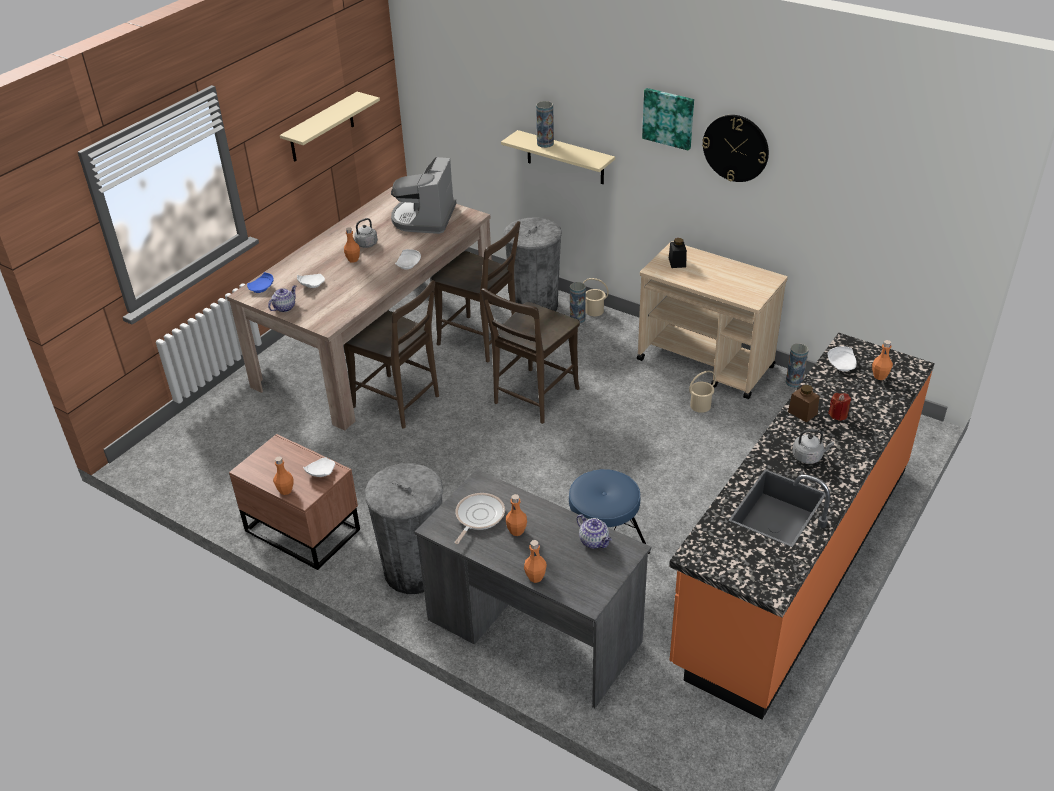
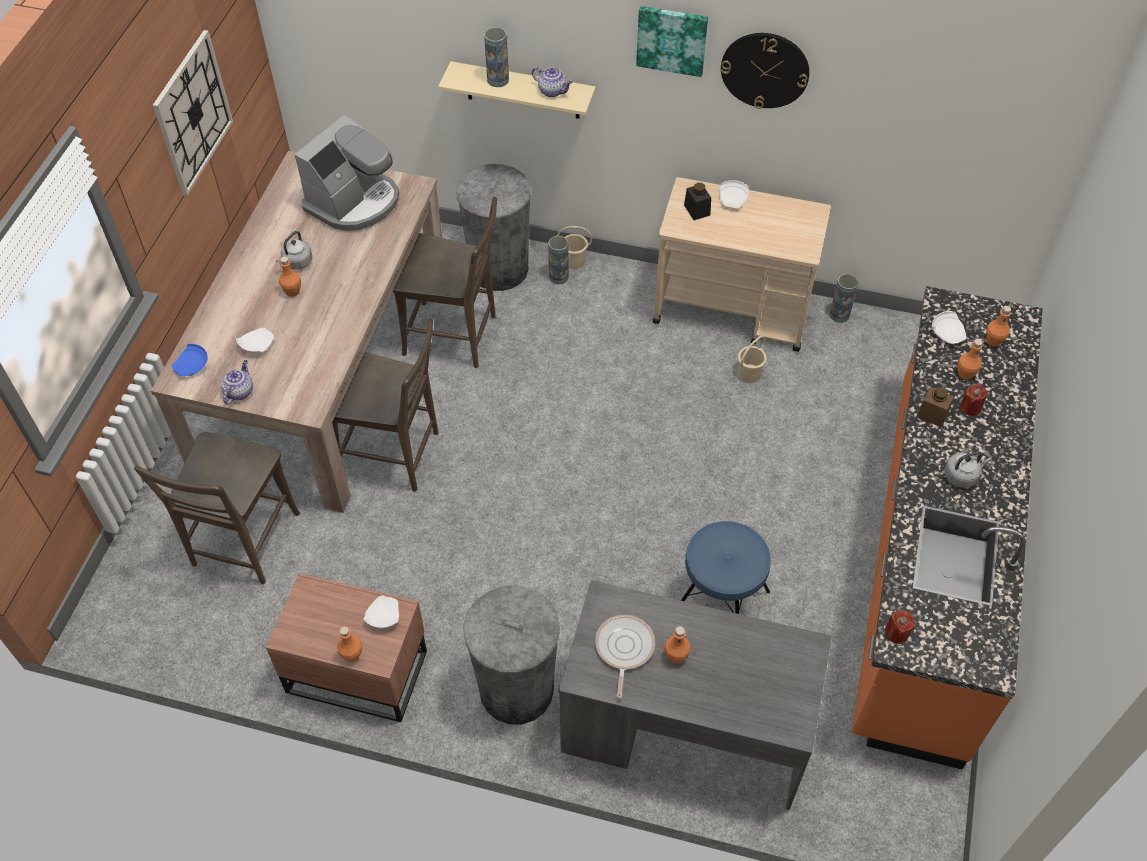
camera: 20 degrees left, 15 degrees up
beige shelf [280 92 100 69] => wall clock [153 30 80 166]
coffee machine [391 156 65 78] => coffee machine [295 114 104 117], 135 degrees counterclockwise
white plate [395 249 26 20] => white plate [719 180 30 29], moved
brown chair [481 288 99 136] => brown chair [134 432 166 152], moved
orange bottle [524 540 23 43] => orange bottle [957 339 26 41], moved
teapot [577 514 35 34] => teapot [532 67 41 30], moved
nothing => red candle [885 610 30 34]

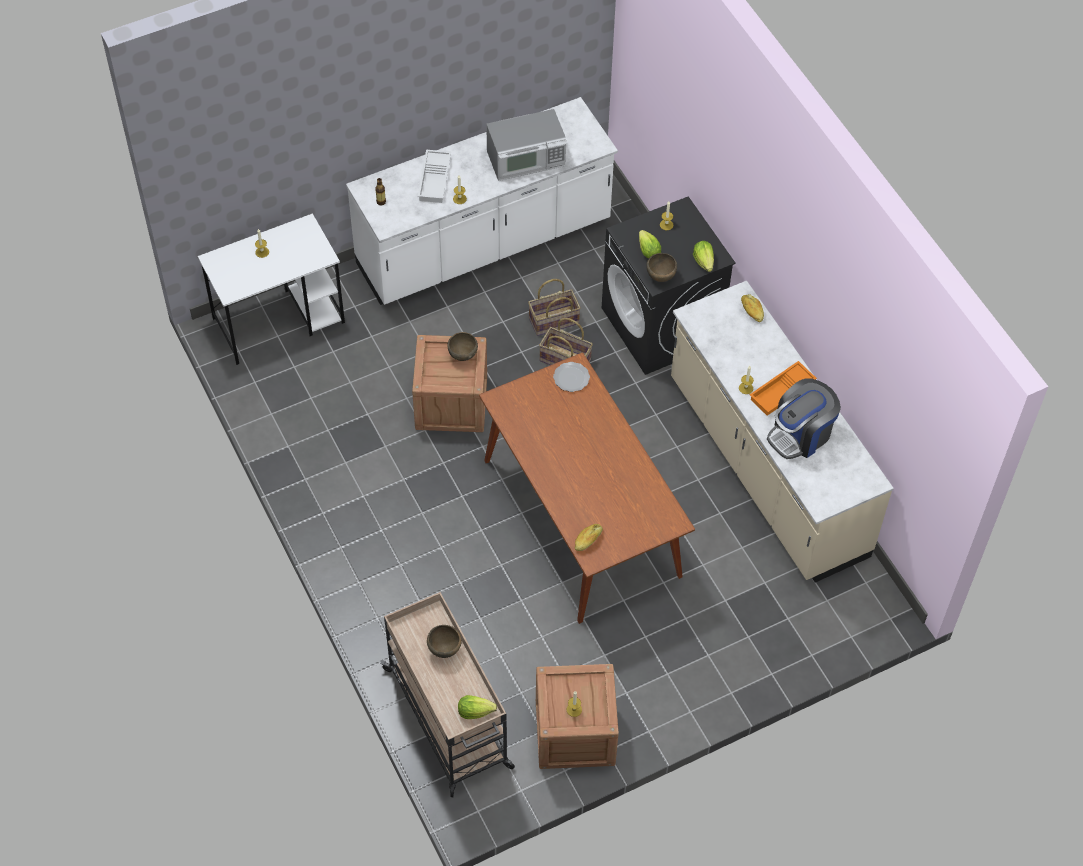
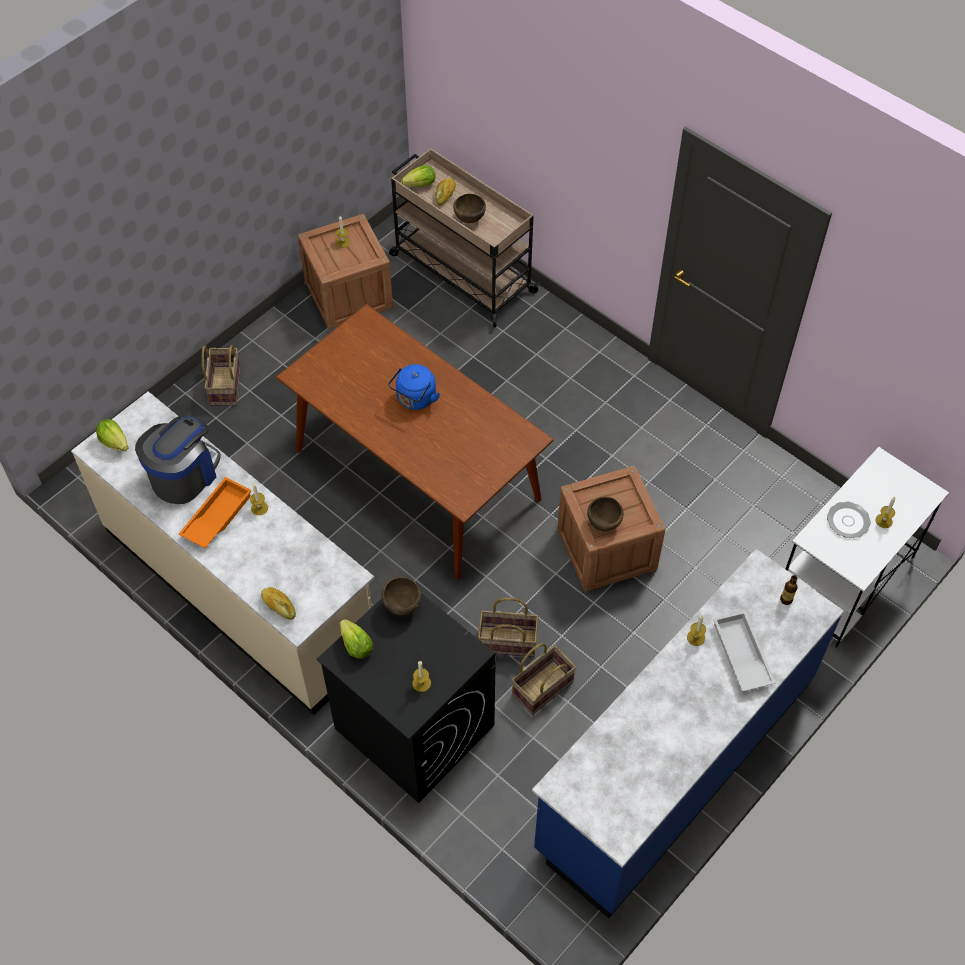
camera: 160 degrees right, 0 degrees up
white counter [346 97 272 208] => blue counter [532 549 312 369]
microwave [486 109 80 72] => nothing
plate [553 362 37 30] => plate [827 501 44 37], moved
bread [575 524 28 27] => bread [435 178 21 28], moved
lettuce [639 230 22 29] => lettuce [96 419 33 32], moved
nothing => basket [201 345 40 61]
nothing => blue kettle [388 364 52 46]

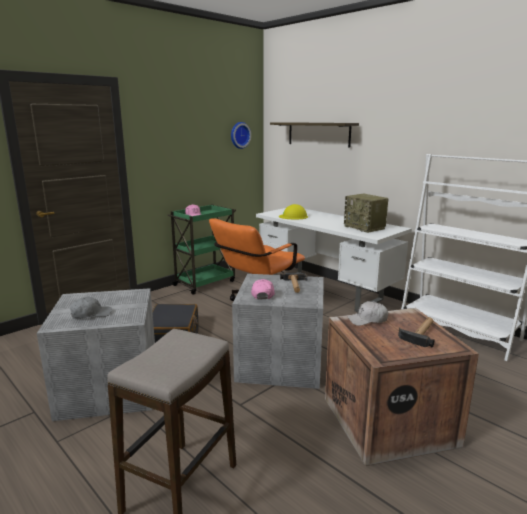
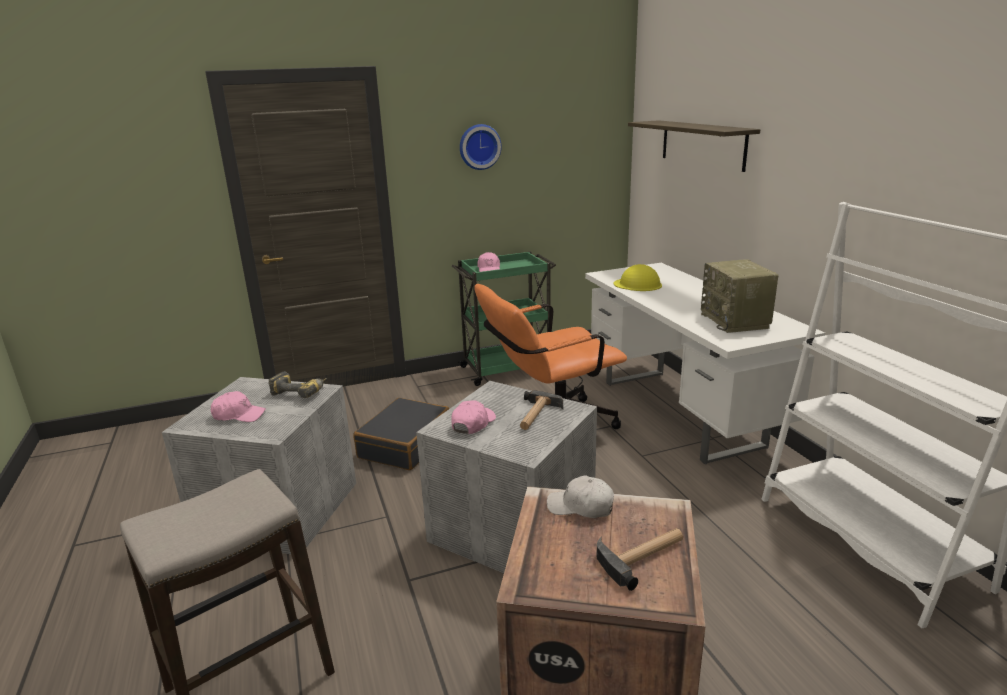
camera: 25 degrees right, 5 degrees up
grey cap [70 296 42 23] => pink cap [211 391 55 31]
wall clock [231 122 20 27] => wall clock [460 124 42 46], moved
nothing => power drill [268 371 59 27]

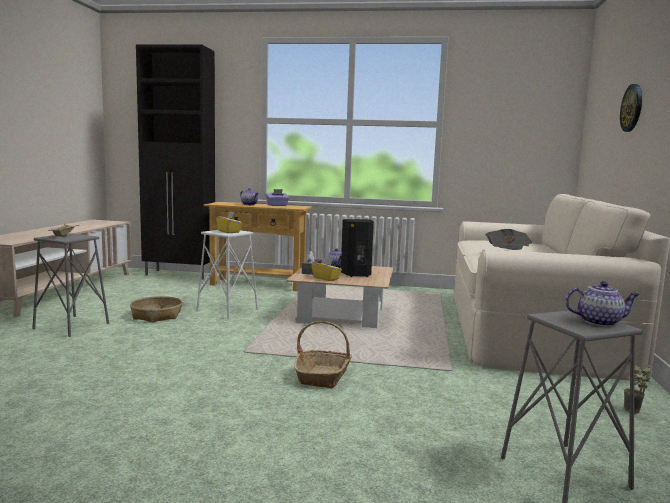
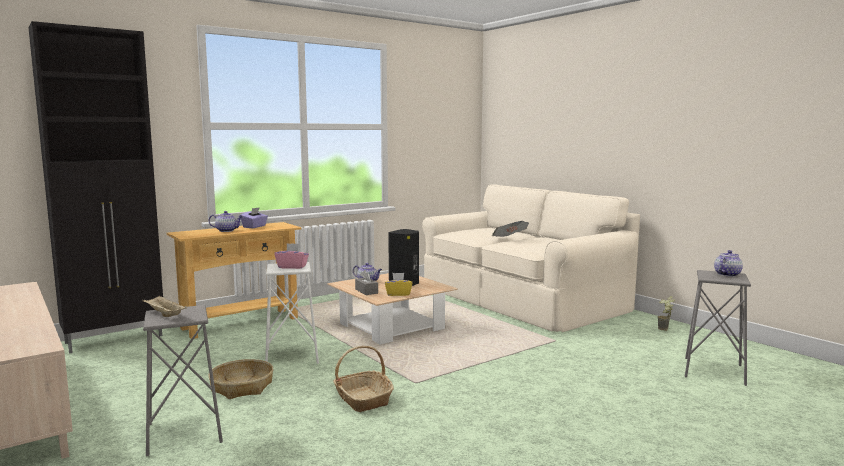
camera: 45 degrees left, 0 degrees up
yellow tissue box [216 211 26 22] => pink tissue box [274 243 35 26]
basket [294 321 58 67] => basket [333 346 61 66], moved
wall clock [620 84 22 48] => nothing

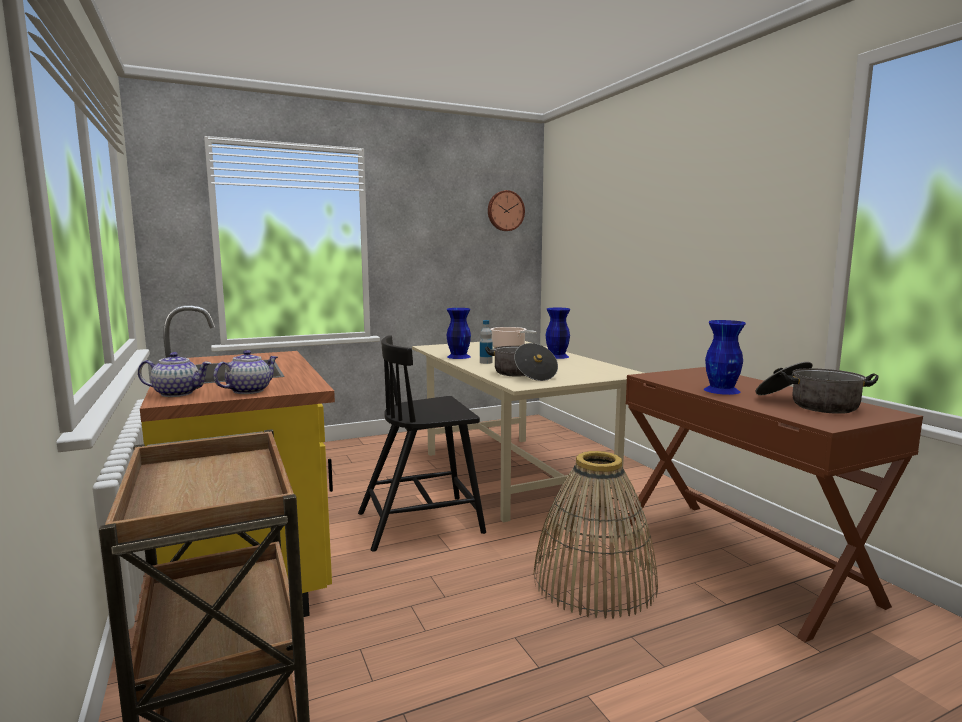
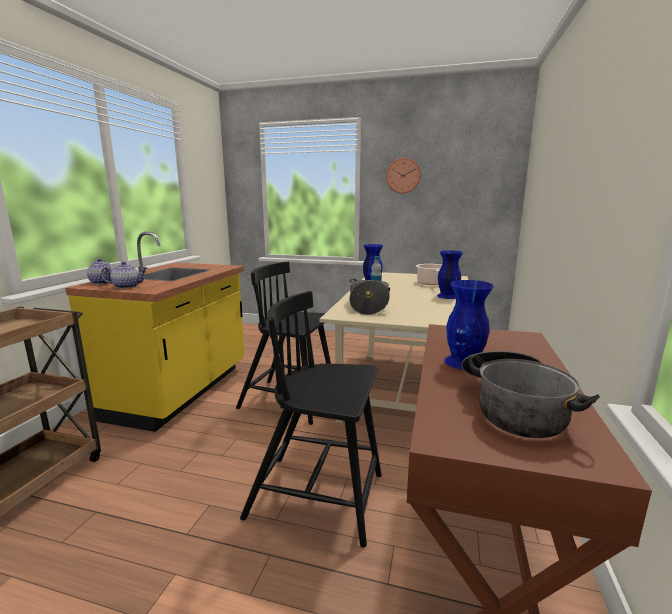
camera: 40 degrees right, 5 degrees up
wall clock [488 190 37 41] => wall clock [386 158 35 36], moved
basket [534 451 124 168] => black chair [240 291 142 257]

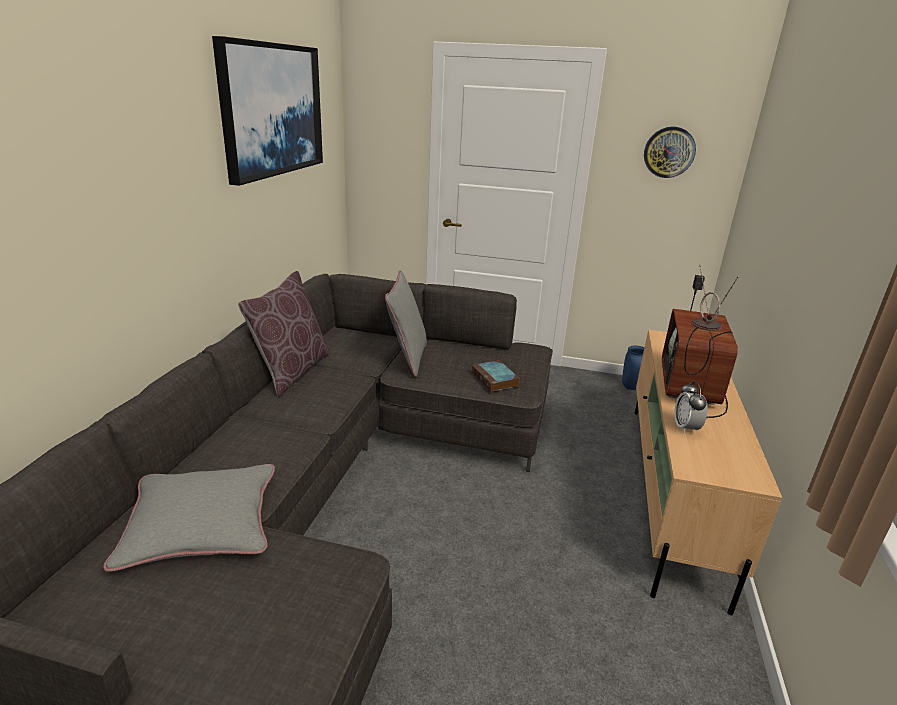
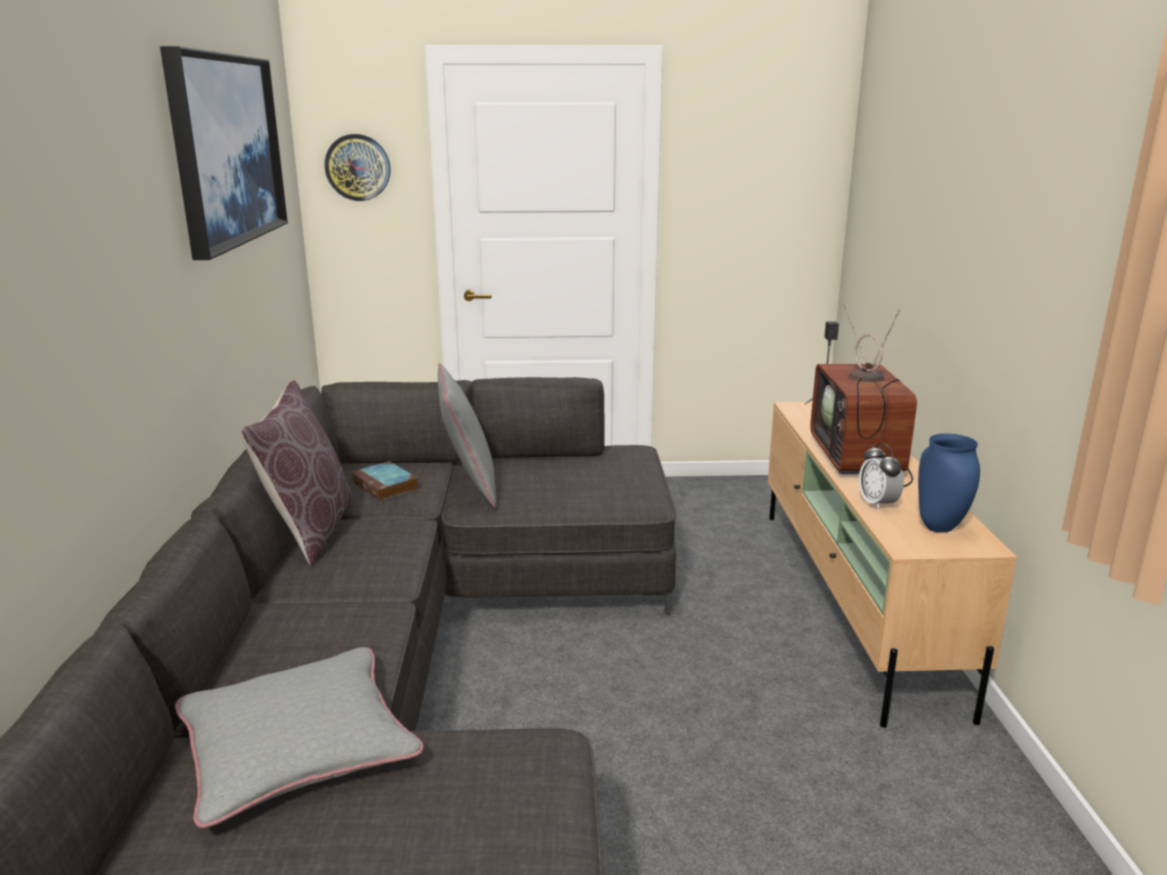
camera: 15 degrees left, 5 degrees down
book [472 360 48 32] => book [351 461 67 40], moved
blue vase [622 346 23 44] => blue vase [918 434 62 99], moved
wall clock [644 127 52 51] => wall clock [325 134 65 67], moved

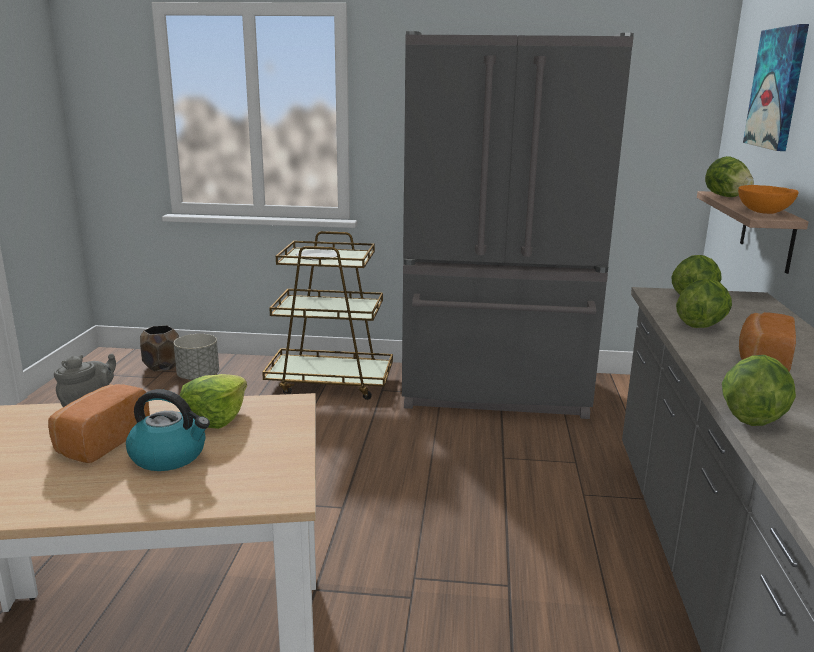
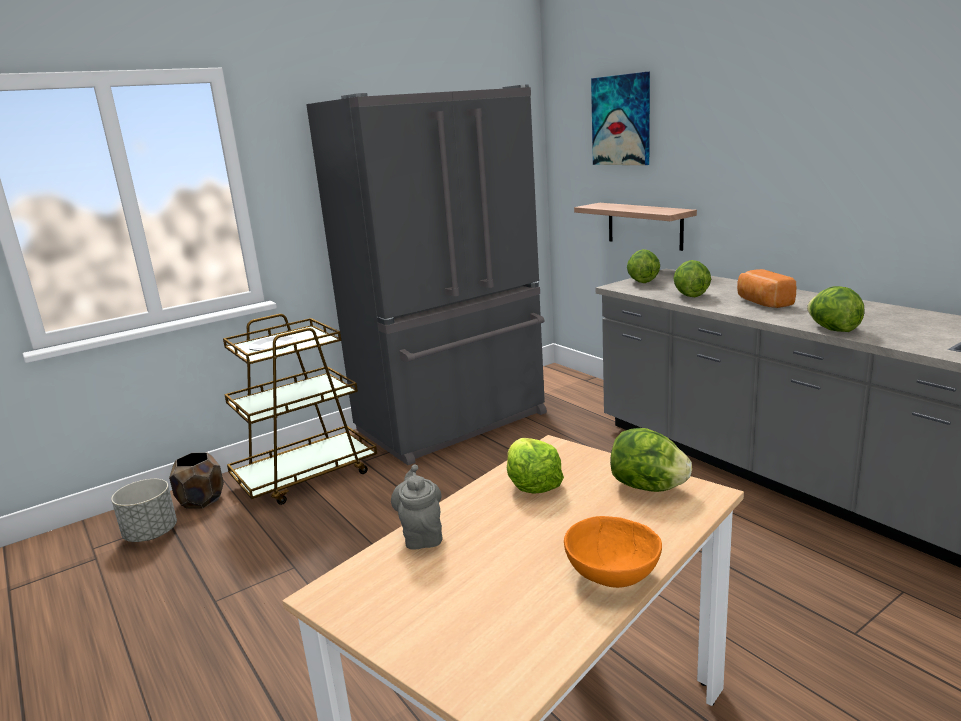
camera: 40 degrees left, 0 degrees up
bread [48 384 102 79] => nothing
kettle [126 389 84 82] => nothing
brown planter [140 326 39 45] => brown planter [169 453 55 56], moved
lettuce [705 156 49 41] => lettuce [610 428 82 64], moved
orange bowl [738 185 61 29] => orange bowl [564 516 98 72], moved

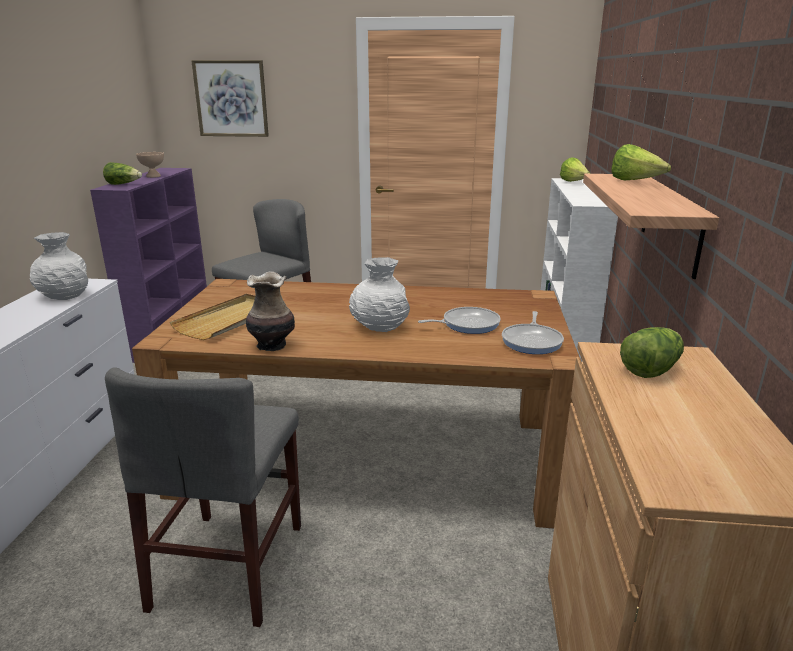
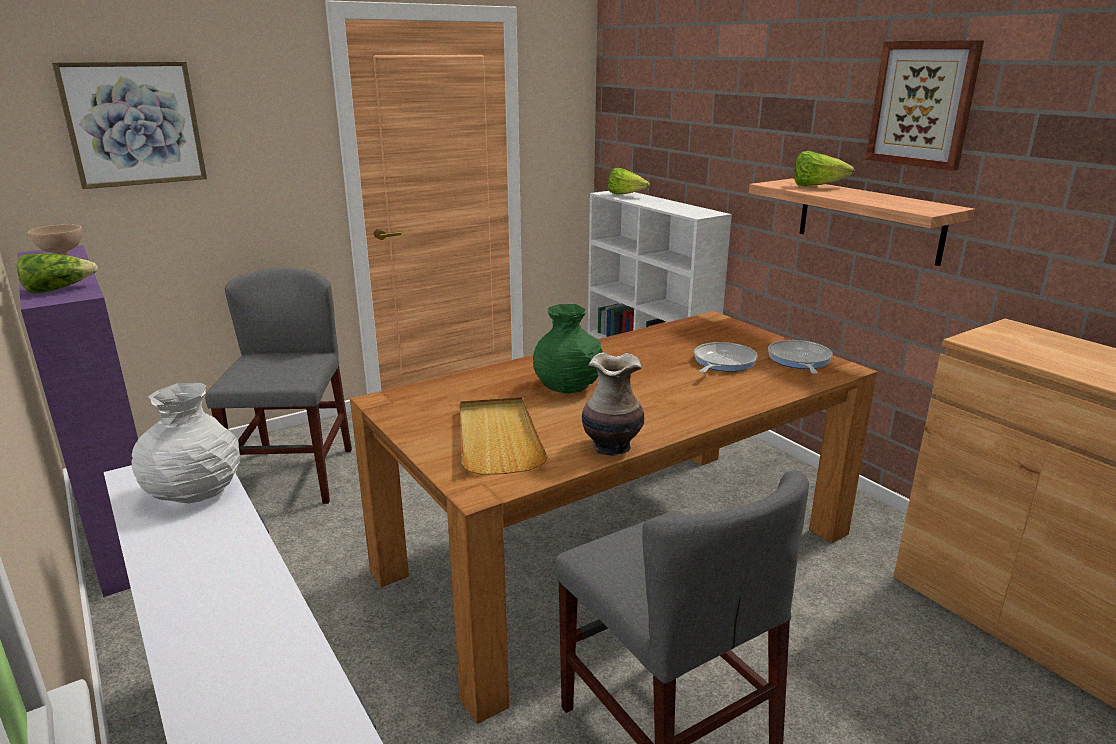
camera: 40 degrees left, 0 degrees up
white vase [349 257 61 75] => nothing
frying pan [502 311 62 43] => frying pan [768 340 65 34], 150 degrees counterclockwise
lettuce [620 327 64 51] => nothing
nothing => green vase [533 304 70 90]
nothing => picture [866 40 118 131]

